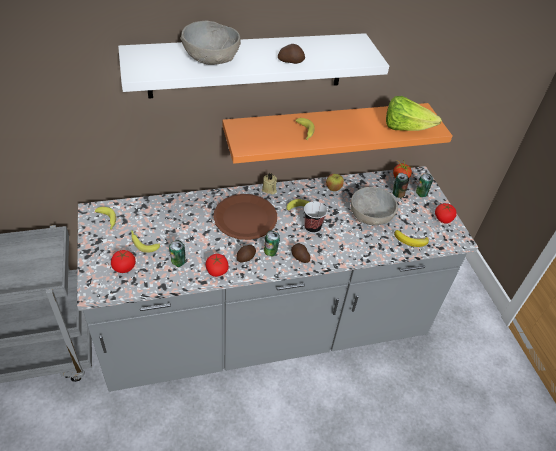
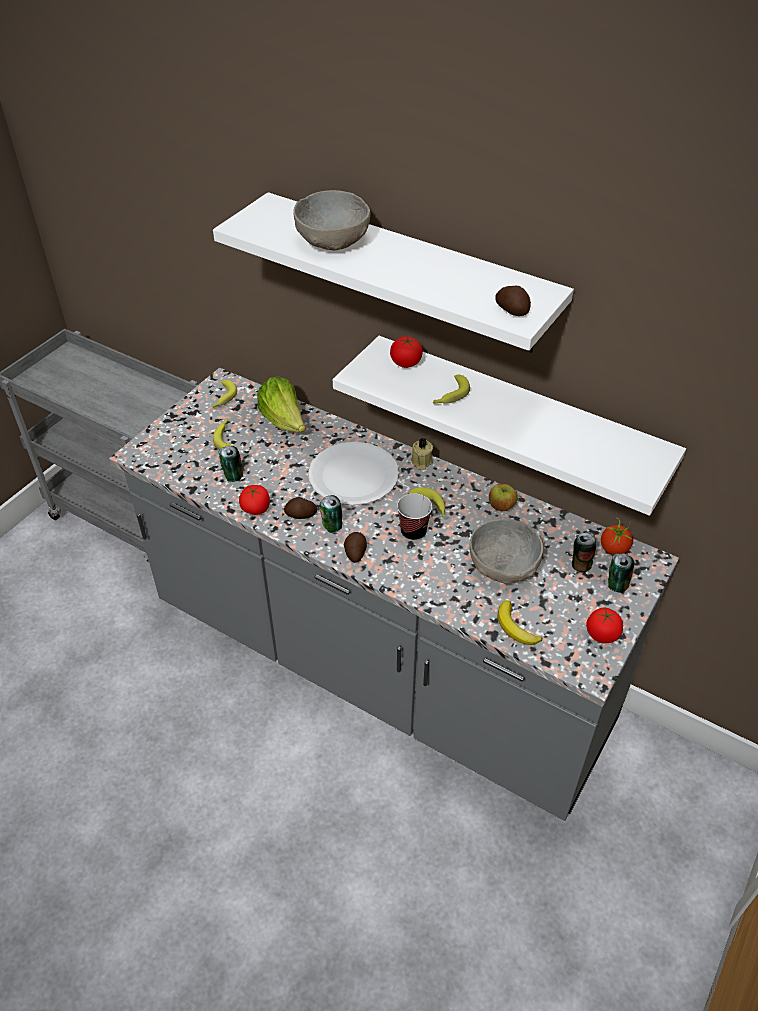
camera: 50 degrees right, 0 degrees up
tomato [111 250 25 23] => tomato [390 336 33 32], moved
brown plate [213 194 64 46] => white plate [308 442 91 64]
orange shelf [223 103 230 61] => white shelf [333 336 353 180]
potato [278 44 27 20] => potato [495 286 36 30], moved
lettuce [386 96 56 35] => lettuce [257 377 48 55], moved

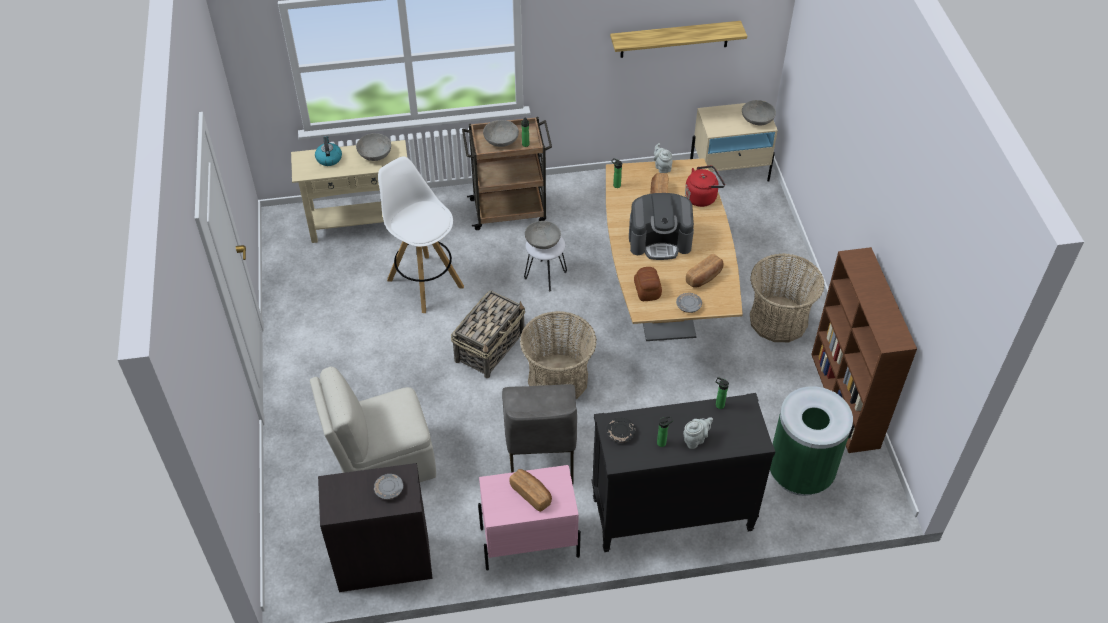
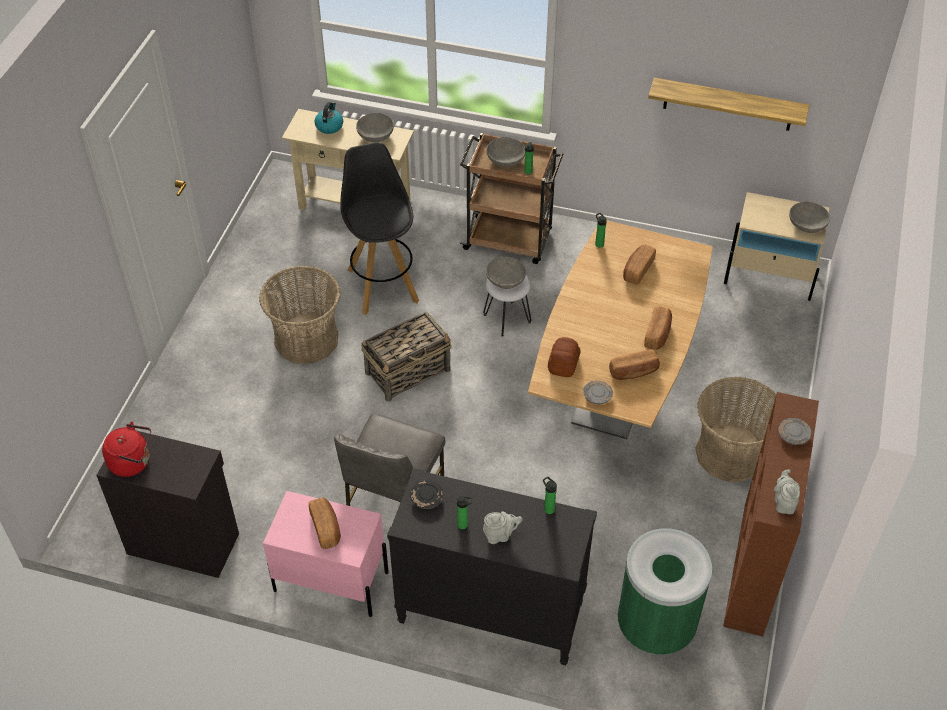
camera: 25 degrees right, 0 degrees up
beige chair [310 367 126 115] => nothing
grey plate [374 474 29 26] => grey plate [778 418 34 27], moved
white stool [378 157 86 156] => black stool [340 142 79 173]
basket [520 311 77 88] => basket [259 266 82 98], moved
coffee machine [629 193 65 67] => nothing
grey teapot [654 143 18 30] => grey teapot [773 469 27 45], moved
red kettle [685 166 40 41] => red kettle [102 422 49 55], moved
nothing => bread [644 306 28 44]

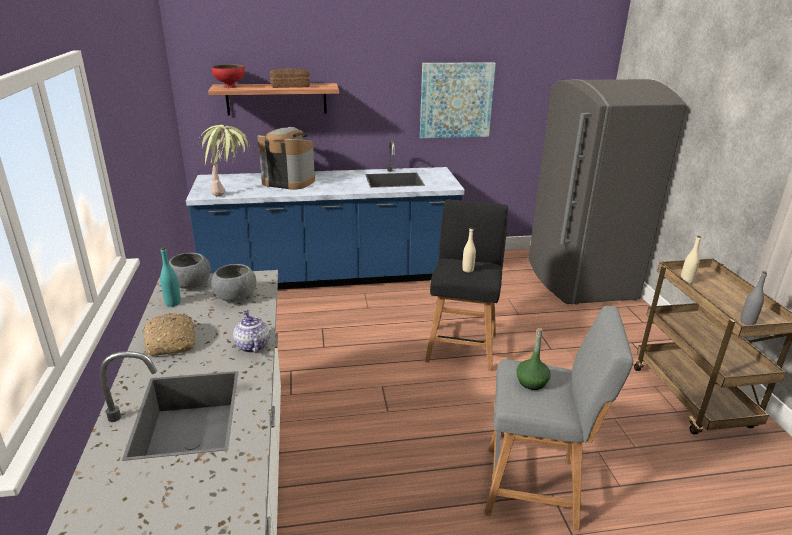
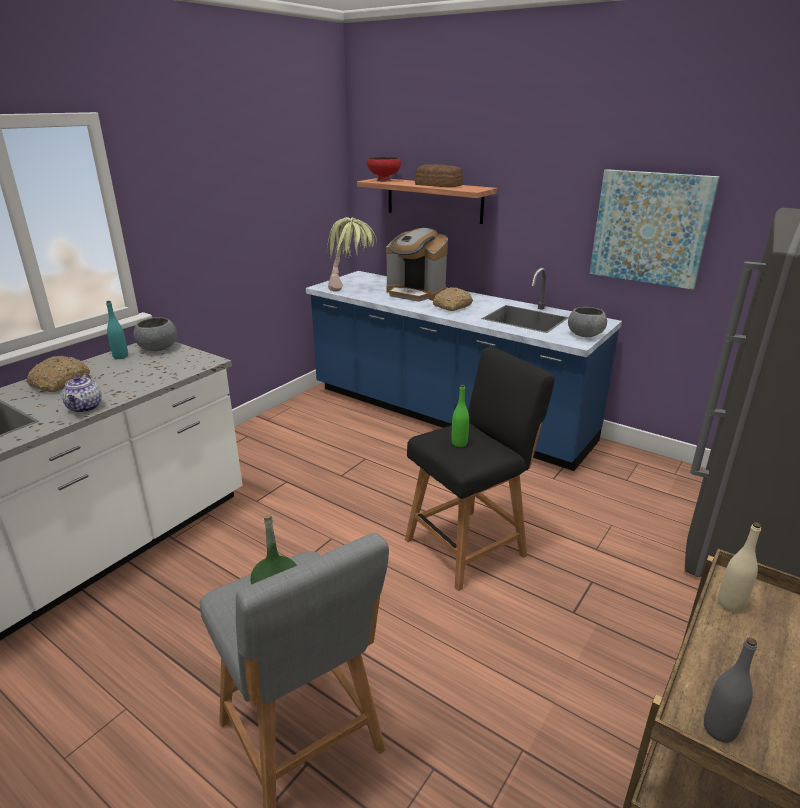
camera: 45 degrees right, 0 degrees up
grey bowl [211 264 46 38] => grey bowl [568 307 39 30], moved
teapot [233 311 37 42] => teapot [62 373 40 40], 150 degrees clockwise
coffee machine [257 127 58 63] => coffee machine [386 228 62 74], 150 degrees clockwise
beige bottle [462 227 14 46] => green bottle [451 385 18 62]
nothing => bread [433 287 40 24]

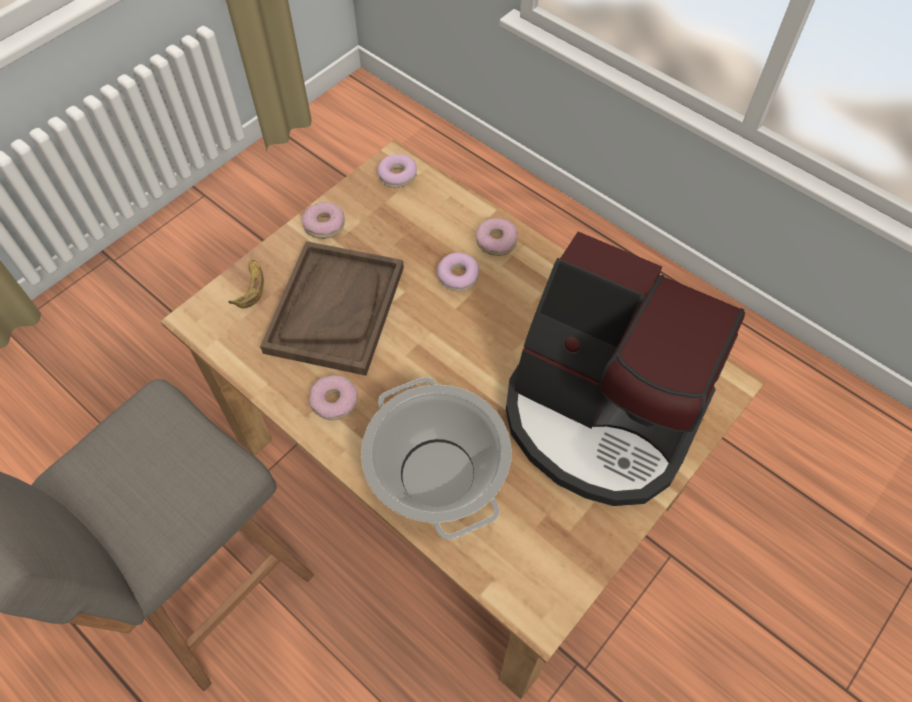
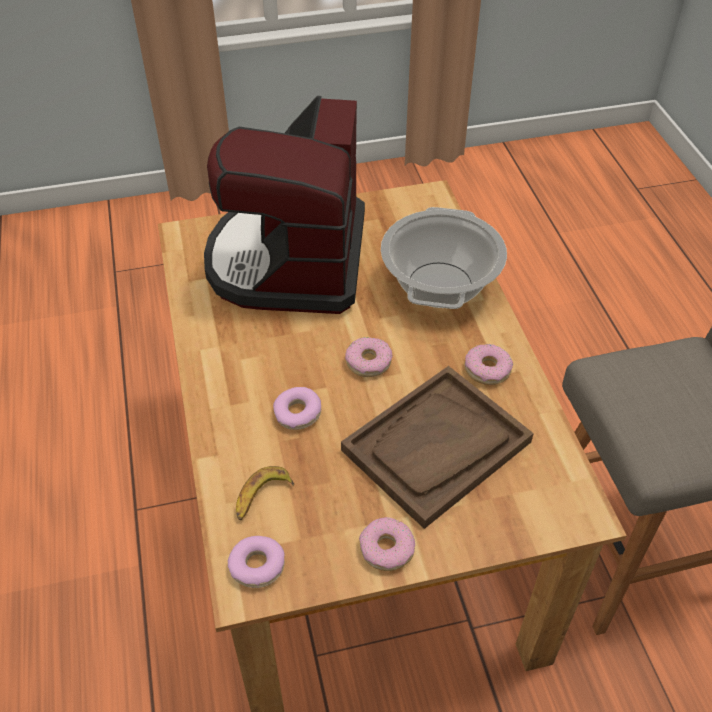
camera: 145 degrees left, 10 degrees down
banana [228 260 36 48] => banana [236 466 58 54], moved
donut [476 218 42 38] => donut [345 337 47 40], moved
coffee machine [506 232 239 274] => coffee machine [204 96 161 218], 150 degrees counterclockwise

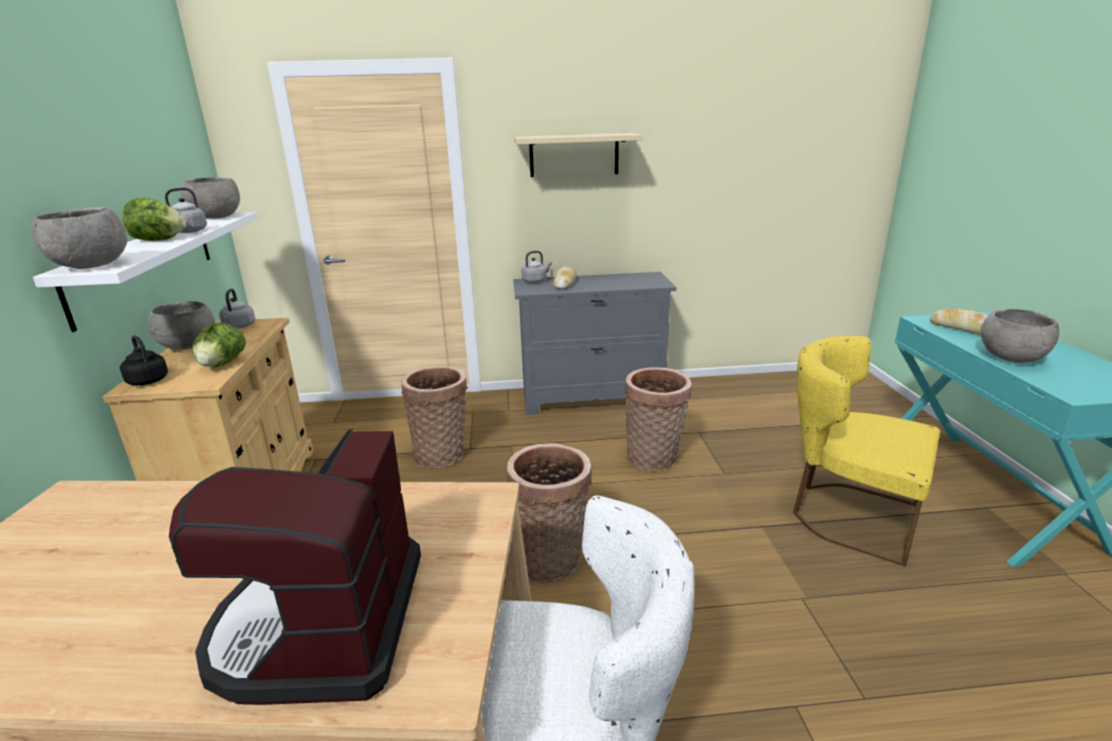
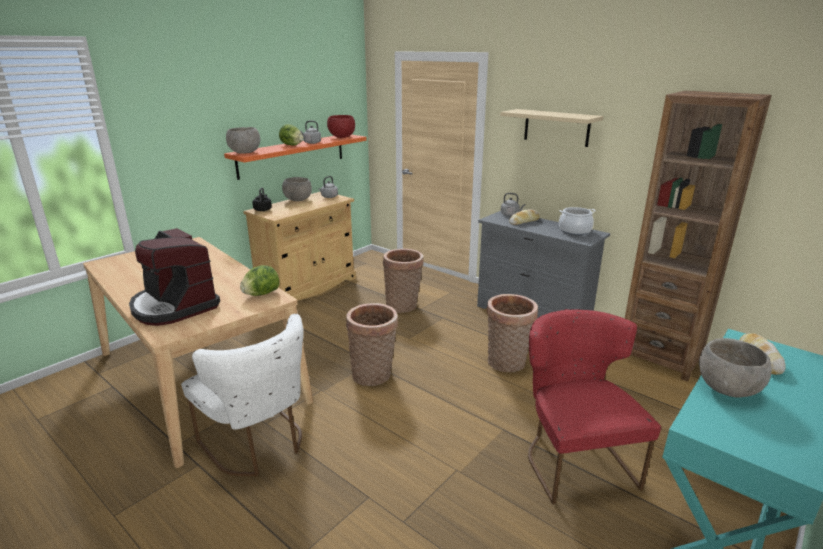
camera: 45 degrees right, 0 degrees up
white shelf [33 212 225 120] => orange shelf [224 134 143 46]
coffee machine [169 429 252 276] => coffee machine [129 228 91 98], 90 degrees counterclockwise
grey bowl [181 177 59 42] => red bowl [327 115 28 23]
lettuce [193 322 53 46] => lettuce [240 265 40 31], moved
yellow chair [793 336 148 230] => red chair [528 309 133 195]
nothing => cooking pot [559 207 37 28]
nothing => brown bookcase [625 91 147 291]

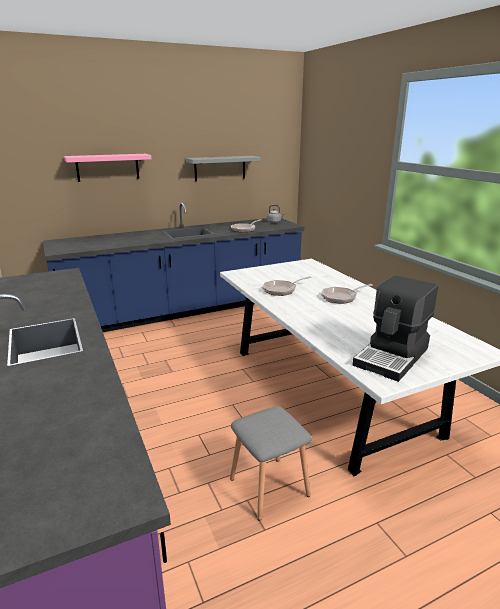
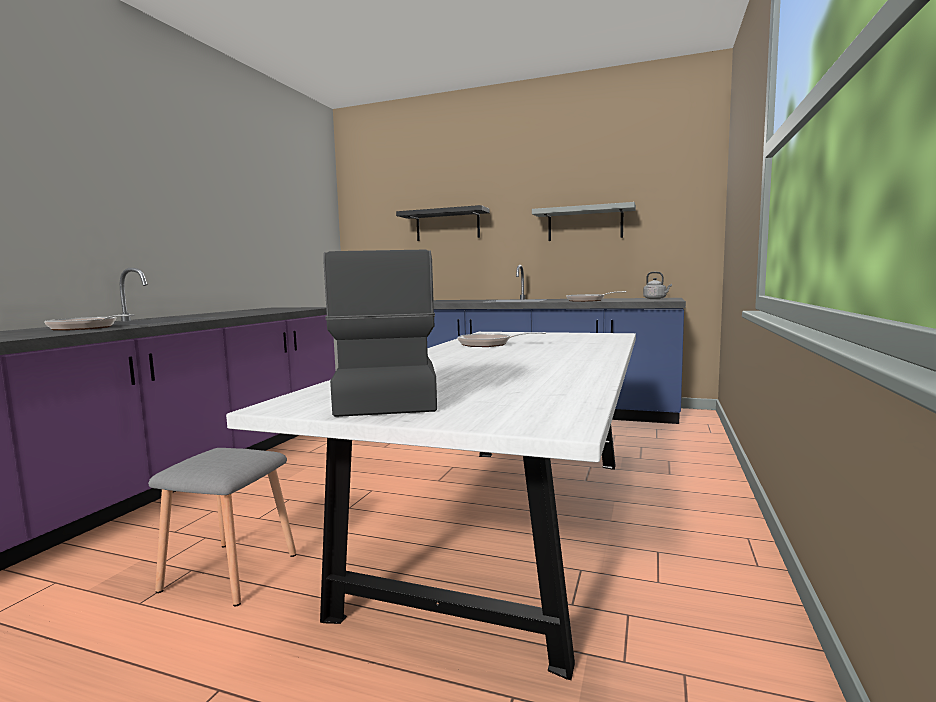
camera: 45 degrees right, 15 degrees down
pink shelf [64 154 87 28] => black shelf [396 205 94 36]
frying pan [321 284 52 20] => frying pan [44 314 91 17], moved
coffee machine [353 275 86 107] => coffee machine [323 249 114 168], 90 degrees clockwise

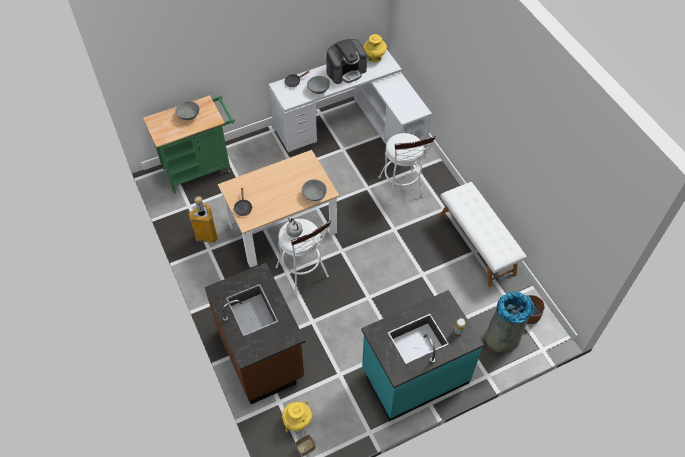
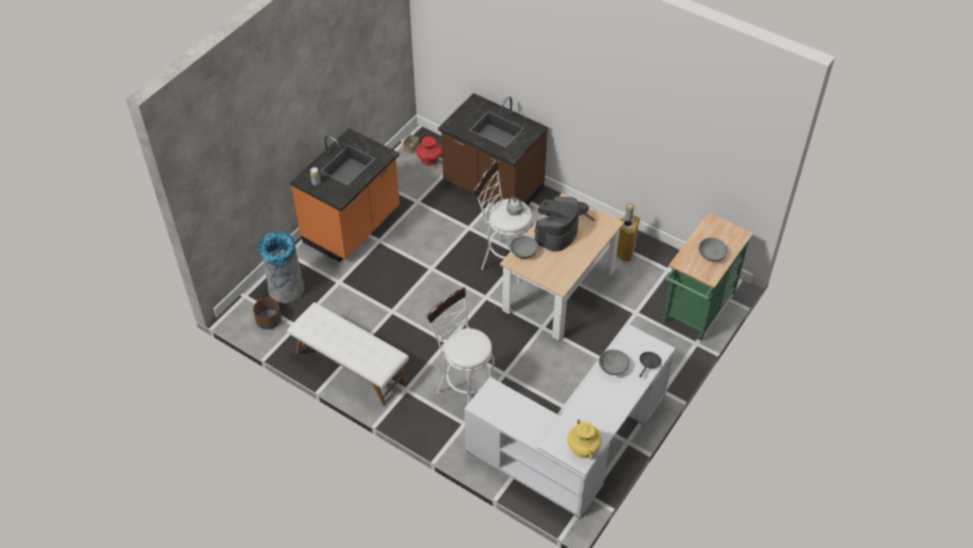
camera: 150 degrees right, 5 degrees down
yellow vase [282 400 30 33] => red vase [416 136 26 30]
coffee machine [326 39 41 45] => coffee machine [534 196 45 56], moved
turquoise counter [361 290 123 131] => orange counter [290 128 110 134]

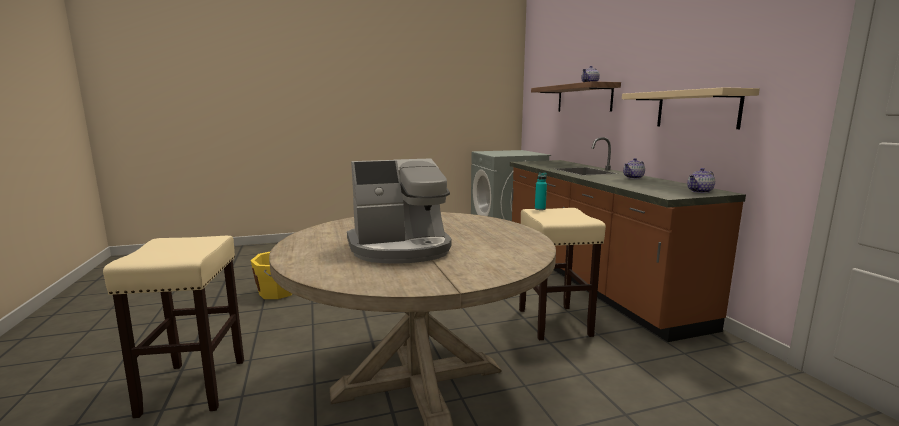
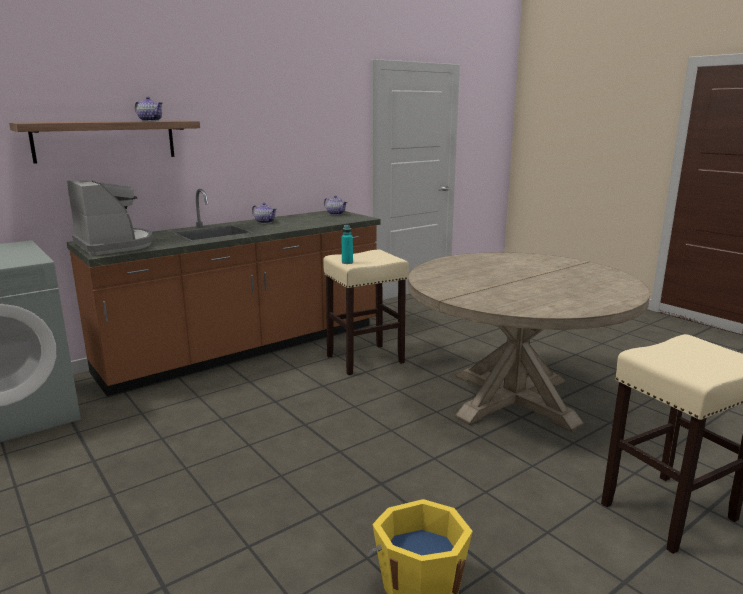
camera: 110 degrees left, 5 degrees up
coffee machine [347 158 105 106] => coffee machine [67 180 86 75], moved
beige shelf [622 87 138 42] => nothing

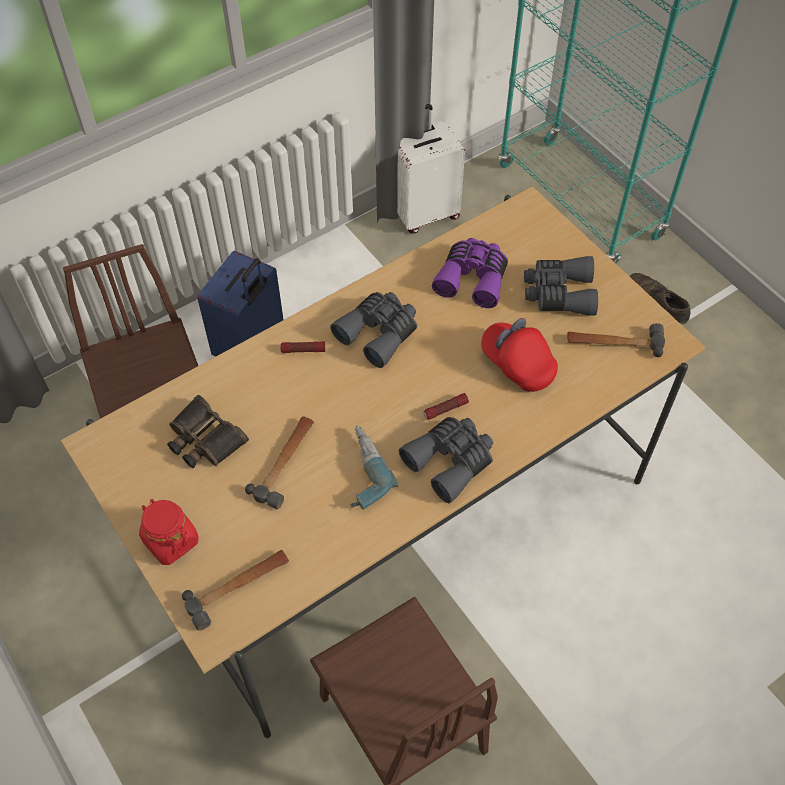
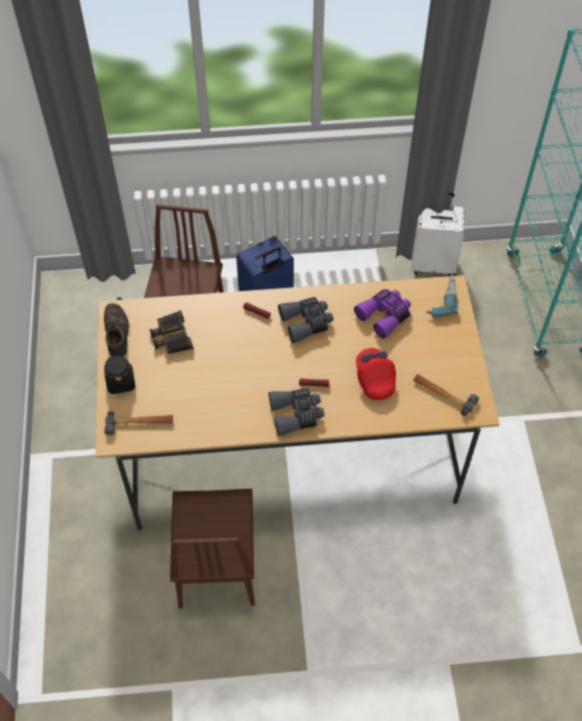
camera: 30 degrees right, 0 degrees up
red jar [139 499 60 66] => black jar [104 353 32 41]
hammer [245 416 69 93] => nothing
power drill [350 425 48 85] => power drill [426 275 32 42], moved
grey binoculars [524 256 74 60] => nothing
brown shoe [630 273 60 52] => brown shoe [104 303 25 54], moved

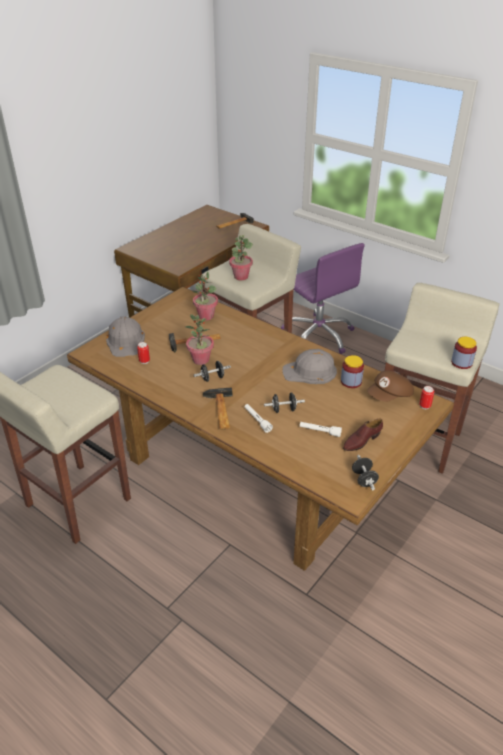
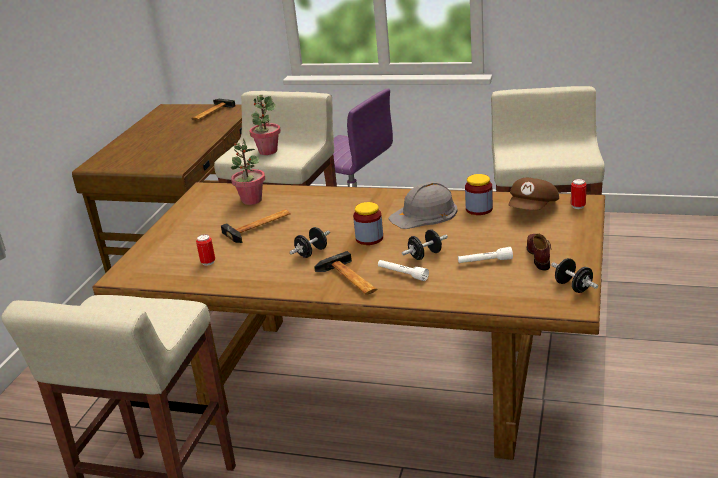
camera: 20 degrees left, 10 degrees down
grey hard hat [106 316 39 41] => nothing
potted plant [185 314 29 51] => nothing
brown shoe [343 419 40 32] => brown shoe [527 233 24 38], 150 degrees clockwise
jar [451 337 26 32] => jar [353 202 30 43], moved

